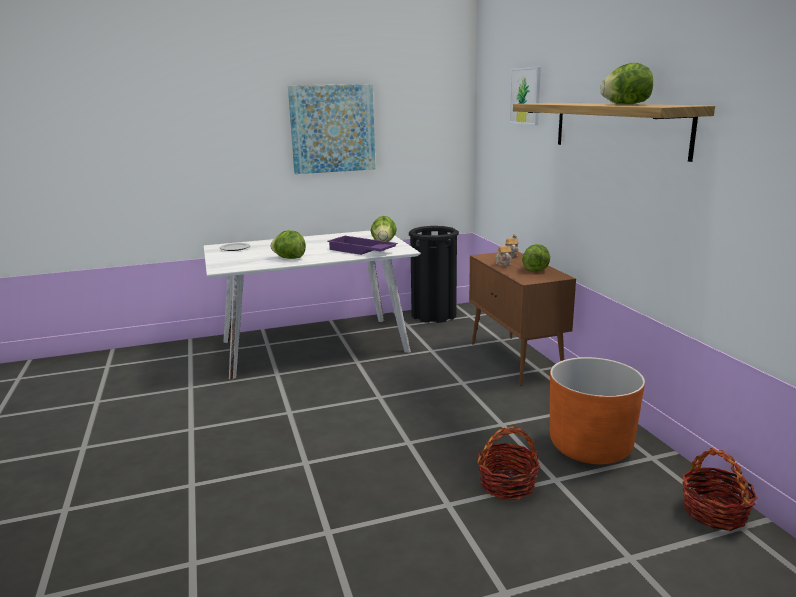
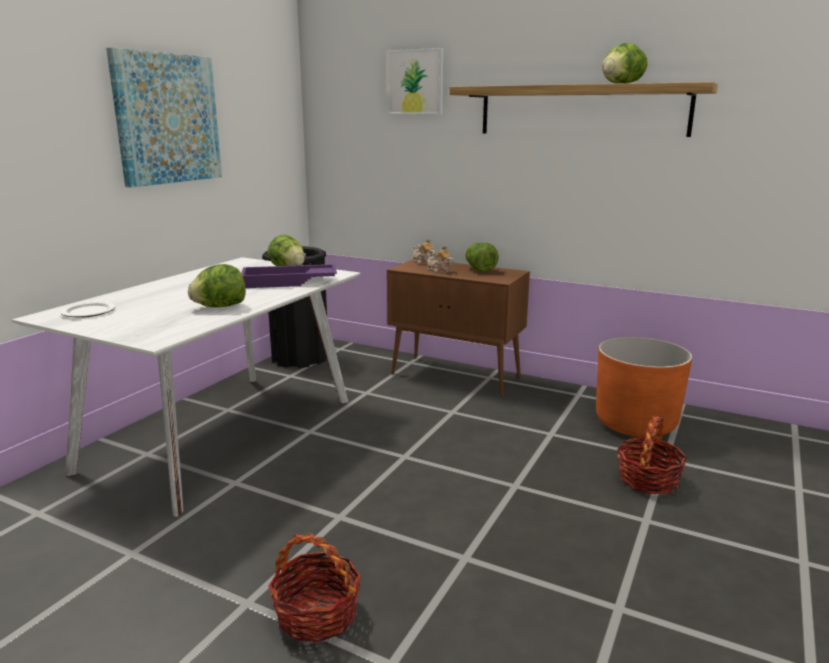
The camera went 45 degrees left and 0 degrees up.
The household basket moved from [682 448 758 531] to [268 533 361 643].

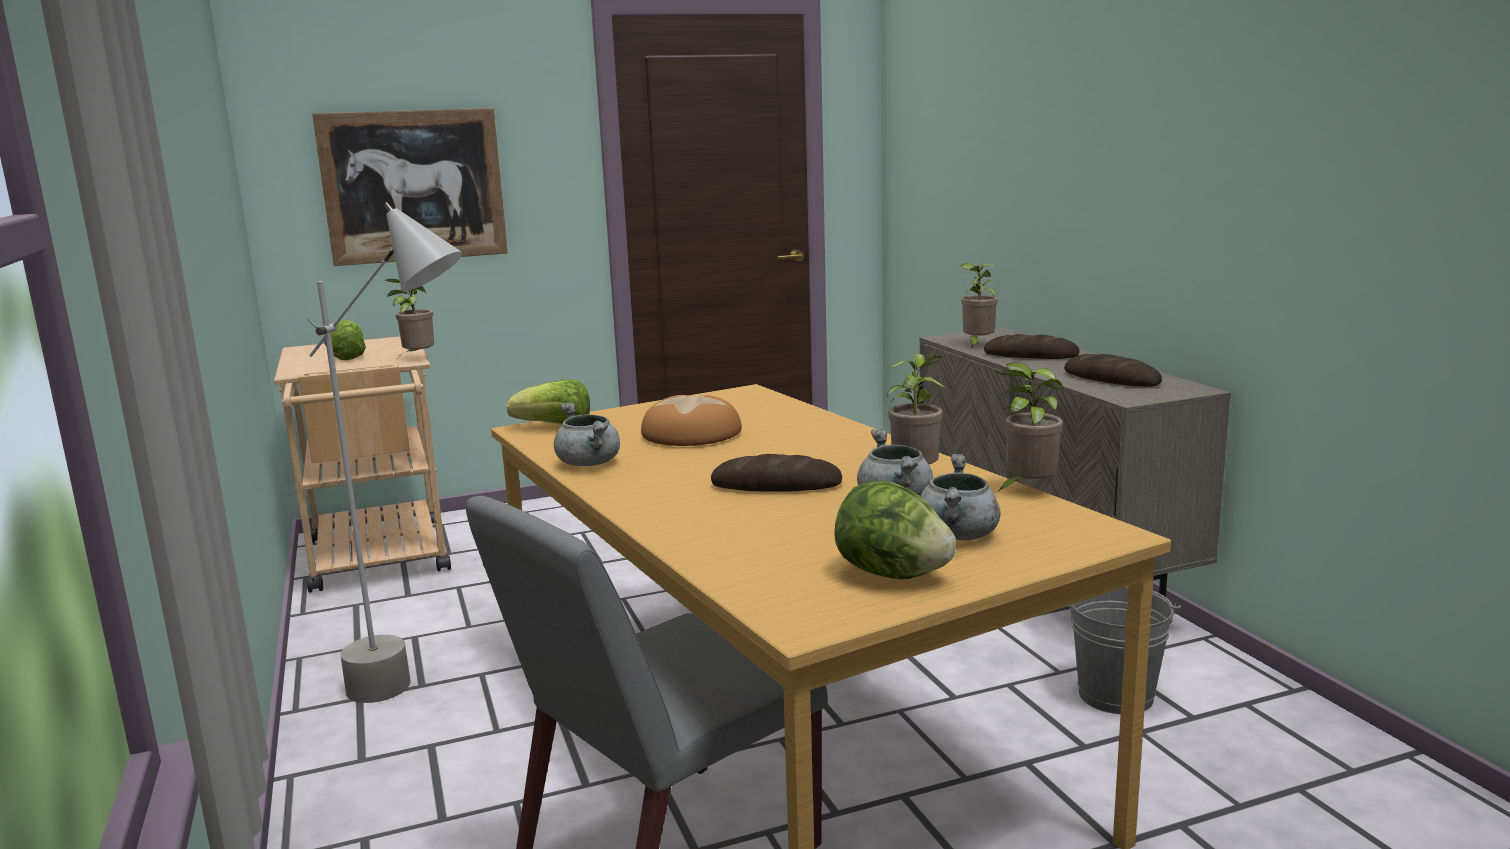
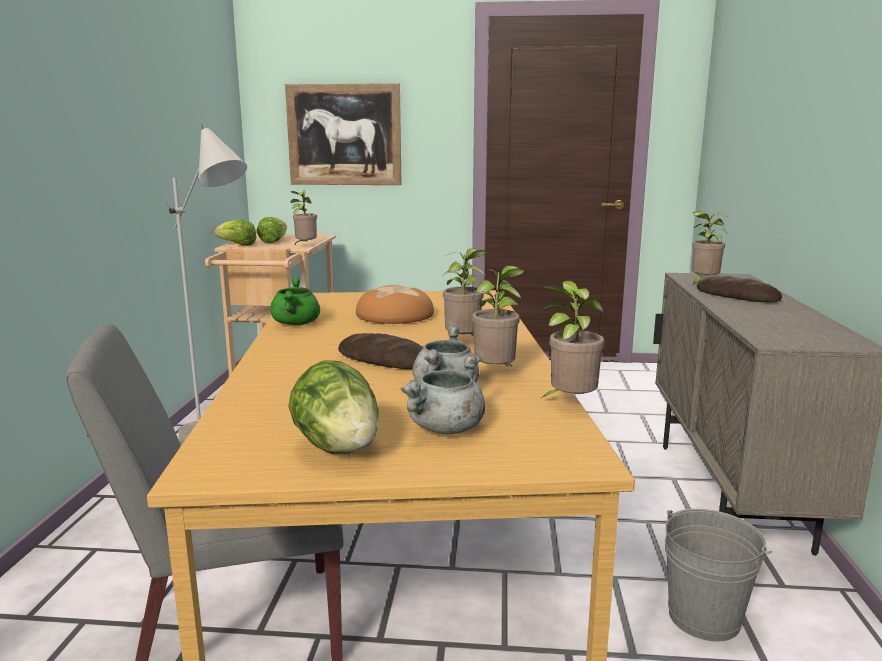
The camera went 25 degrees right and 0 degrees up.
The lettuce head moved from [507 379 590 424] to [215 219 257 246].
The greyish stockpot at [554 402 620 466] became the greenish stockpot at [270 277 320 325].
The plant in a pot at [442 248 487 337] appeared.
The baked bread at [1064 354 1162 387] disappeared.

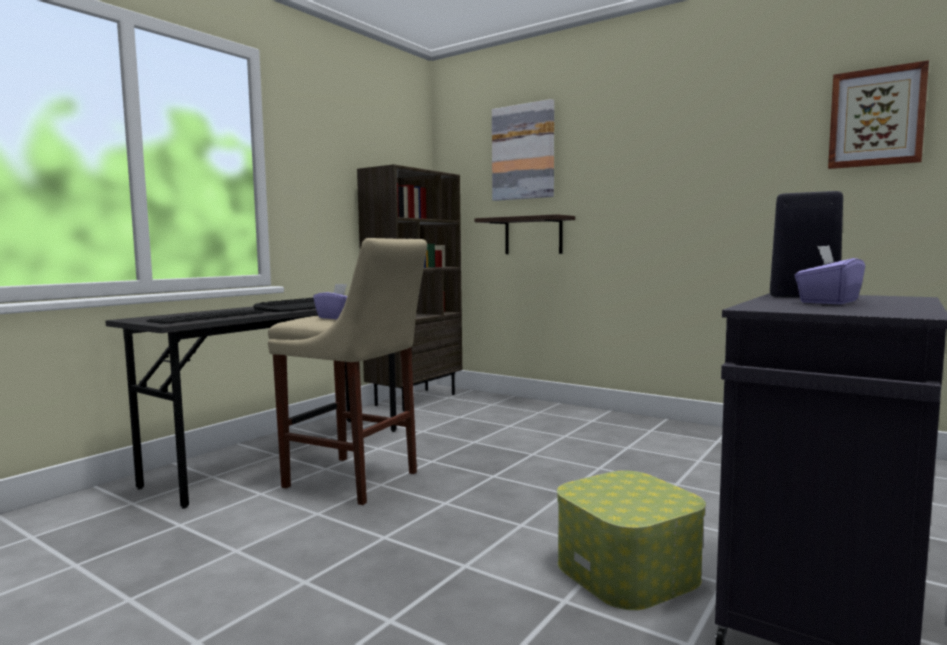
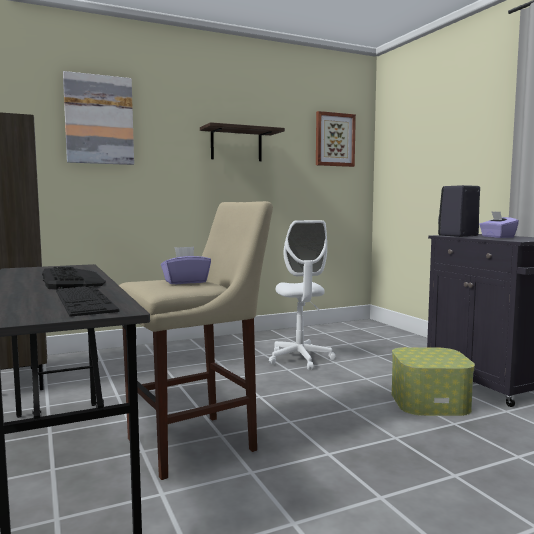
The camera went 60 degrees left and 0 degrees up.
The wall shelf moved from [474 214 575 254] to [200 122 285 161].
The white-coloured office chair at [269 220 335 370] appeared.

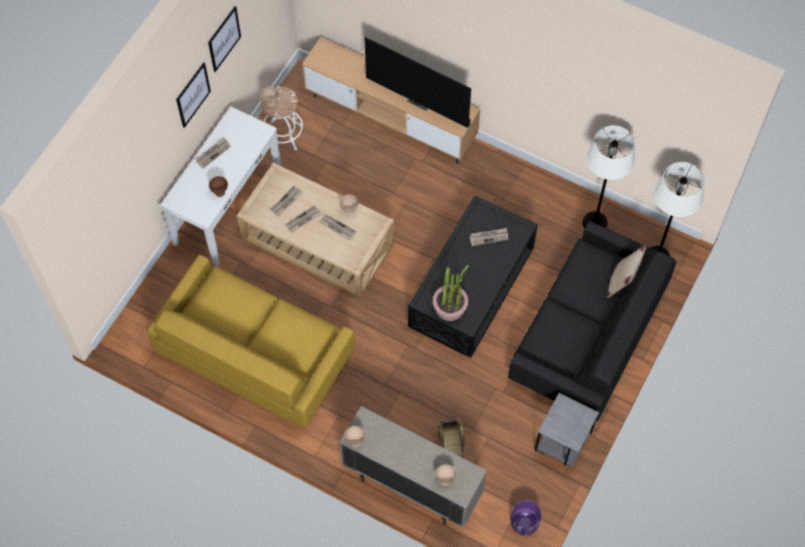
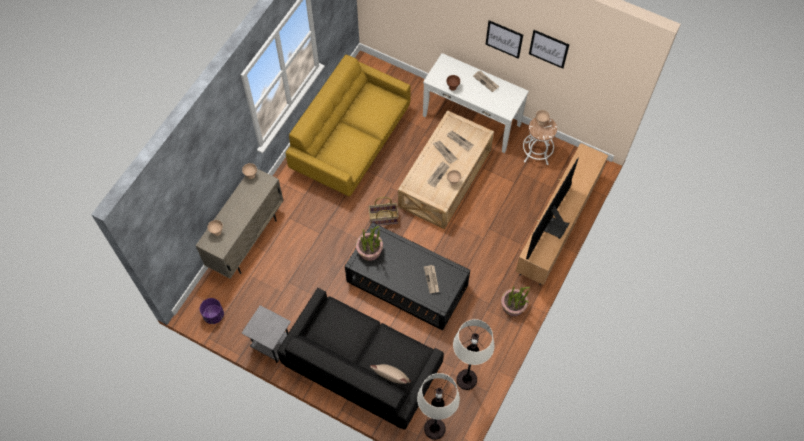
The camera went 90 degrees right and 0 degrees up.
The household basket moved from [438 418 465 458] to [369 197 399 226].
The plant in a pot at [501 286 530 316] appeared.

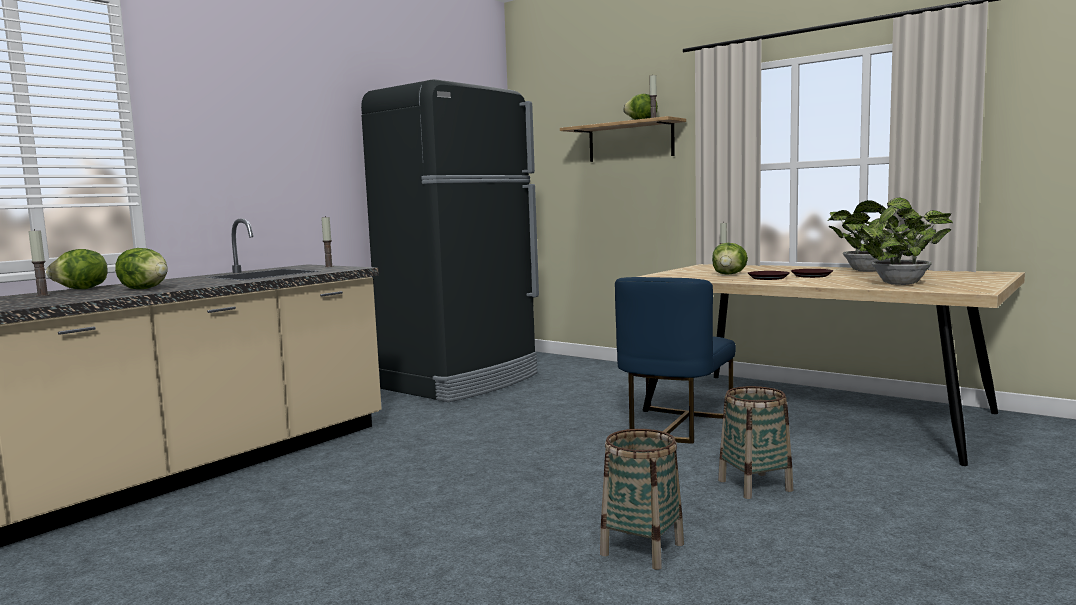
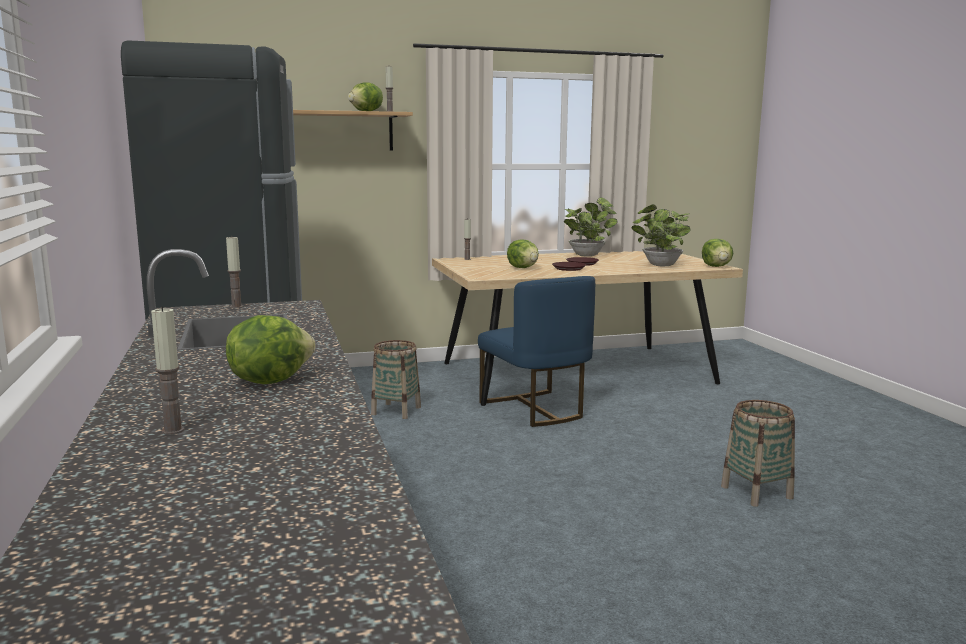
The camera went 55 degrees left and 5 degrees up.
The household basket moved from [718 386 793 499] to [371 340 421 419].
The lettuce head moved from [46 249 108 289] to [702 239 733 267].

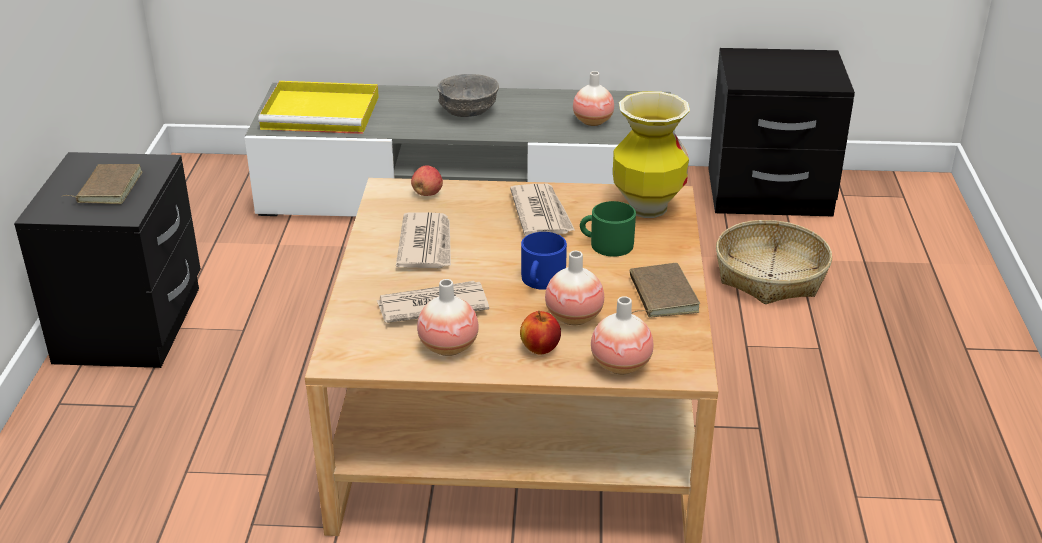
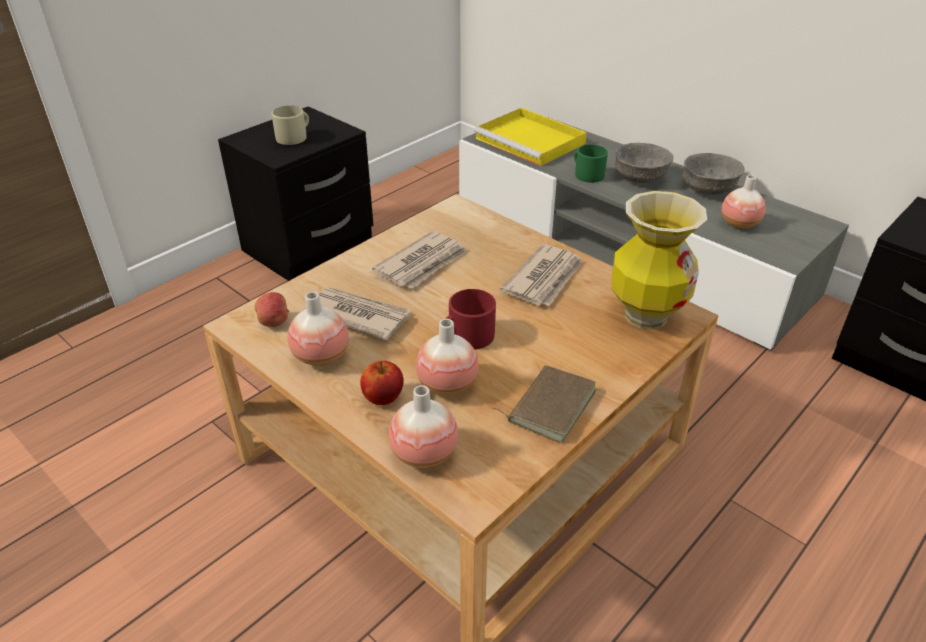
The camera went 40 degrees right and 5 degrees up.
The apple fruit moved from [411 165 443 196] to [255 292 289 327].
The brownish book at [61 164 143 204] was replaced by the beige tea mug at [271 106 309 145].
The blue tea mug at [521 232 567 290] became the reddish tea mug at [445 289 496 350].
The greenish tea mug moved from [580 201 636 257] to [574 145 608 183].
The greyish serving bowl at [682 153 745 195] appeared.
The household basket at [716 220 832 304] disappeared.

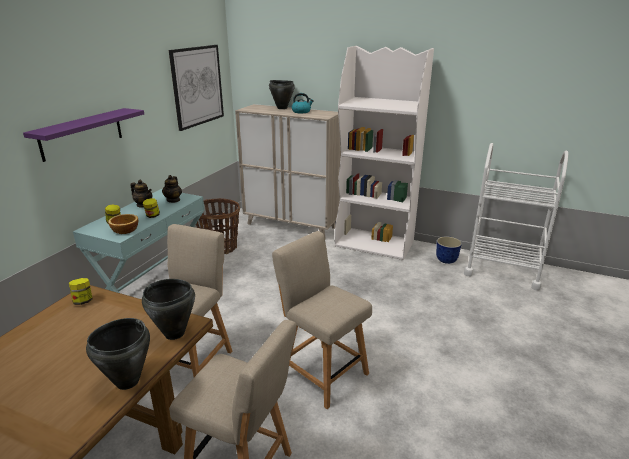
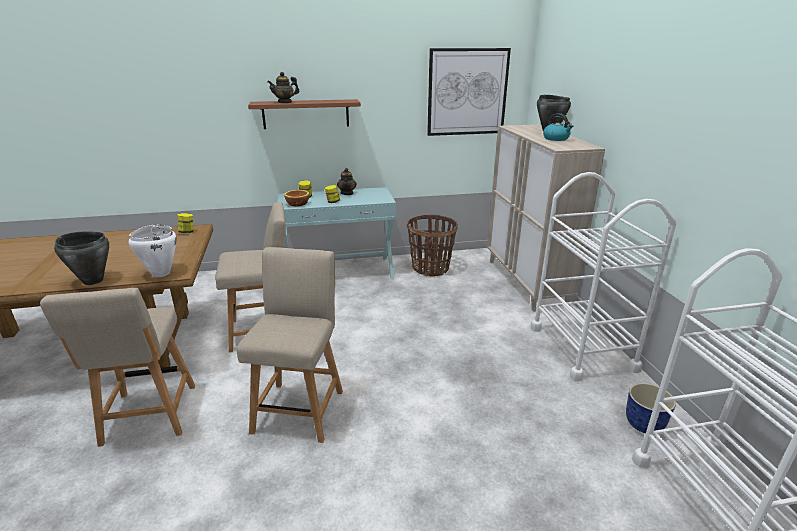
The camera went 55 degrees right and 0 degrees up.
The blackish stockpot at [142 279 195 340] became the white-coloured stockpot at [129 224 176 277].
The purple-coloured wall shelf at [23 108 144 162] became the brownish wall shelf at [248 99 361 129].
The pot for tea moved from [162 175 182 203] to [267 72 299 103].
The white-coloured bookcase at [335 46 434 260] was replaced by the white-coloured trolley at [531 172 676 381].

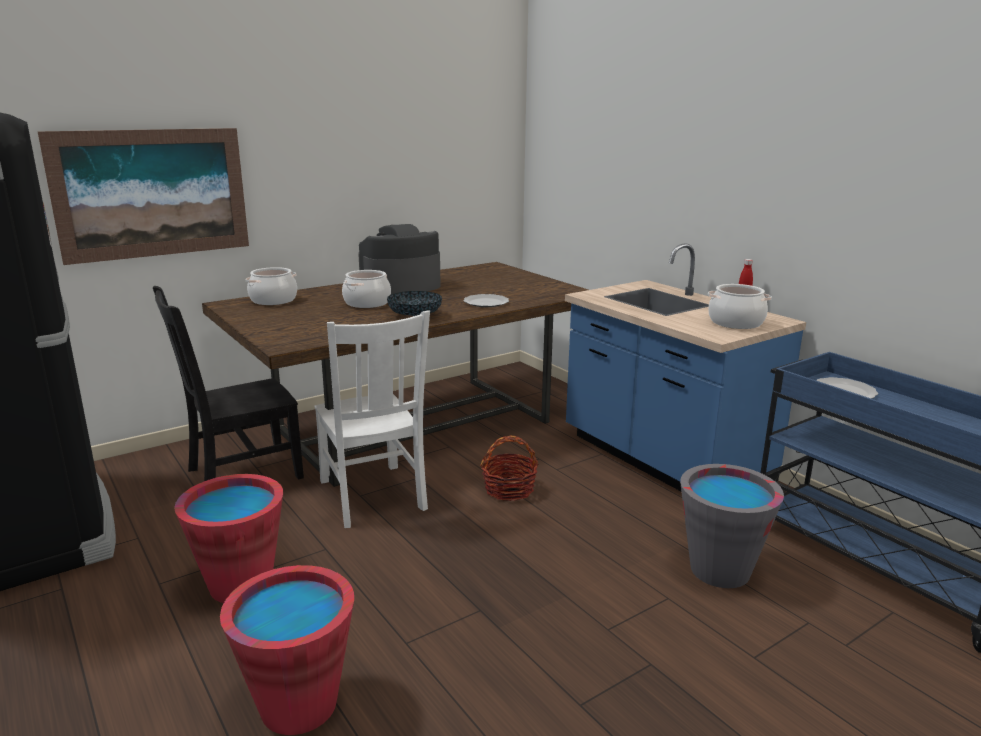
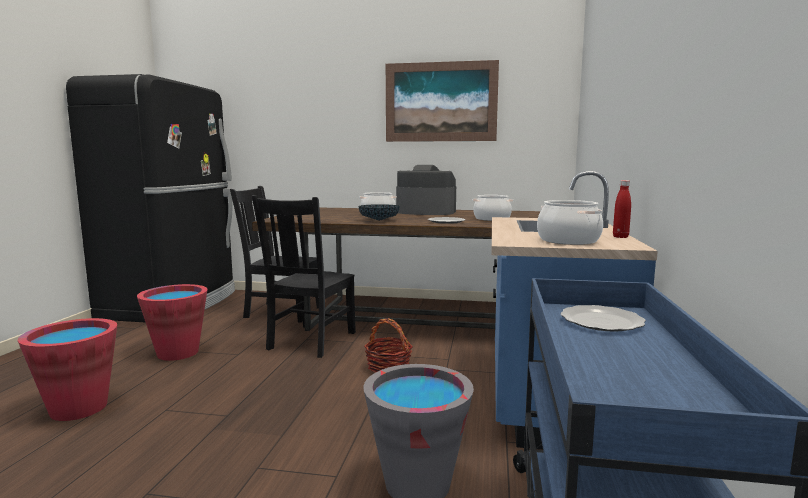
The camera went 45 degrees right and 10 degrees down.
The white-coloured upright chair at [314 310 430 528] became the blackish upright chair at [252 195 356 358].
The wall art moved from [38 128 249 265] to [386 60 499 142].
The stockpot moved from [246 267 297 305] to [472 195 513 221].

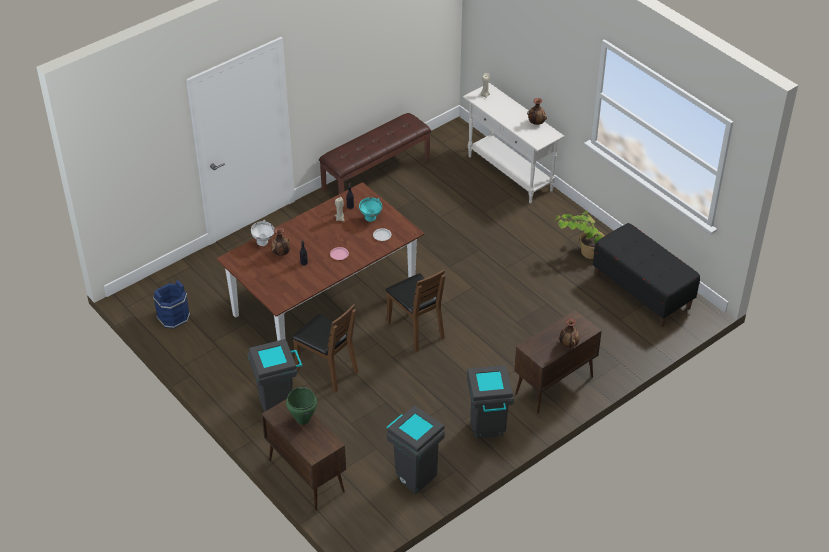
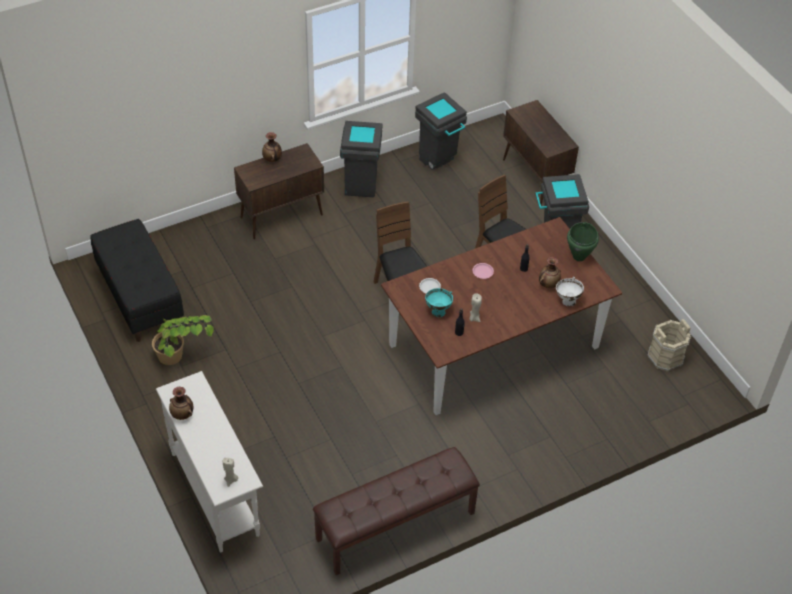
The camera went 170 degrees left and 5 degrees up.
The greenish stockpot moved from [286 387 317 425] to [567 222 599 261].
The blue water bucket at [153 280 190 329] became the beige water bucket at [647 319 691 371].

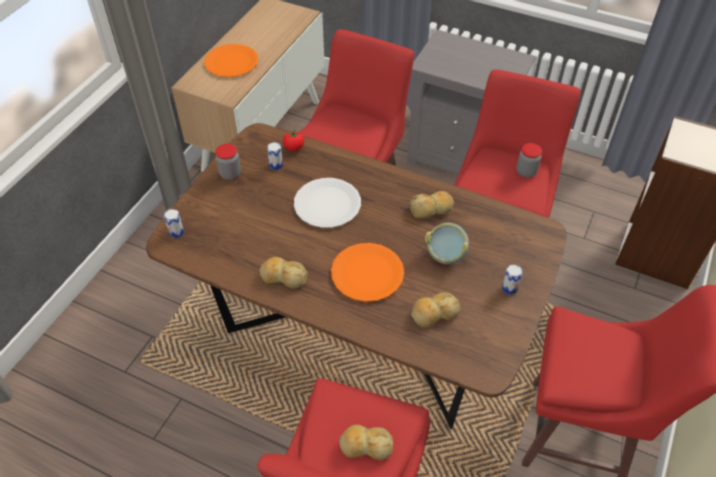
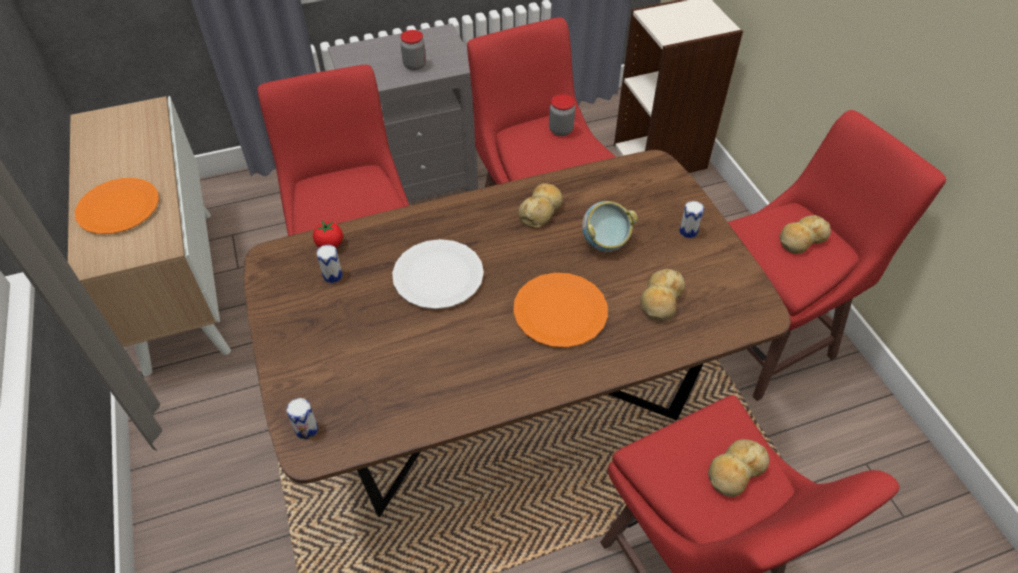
The camera went 45 degrees left and 0 degrees up.
The storage jar moved from [215 144 241 180] to [400 30 426 70].
The baked bread moved from [260 257 308 288] to [780 215 831 254].

